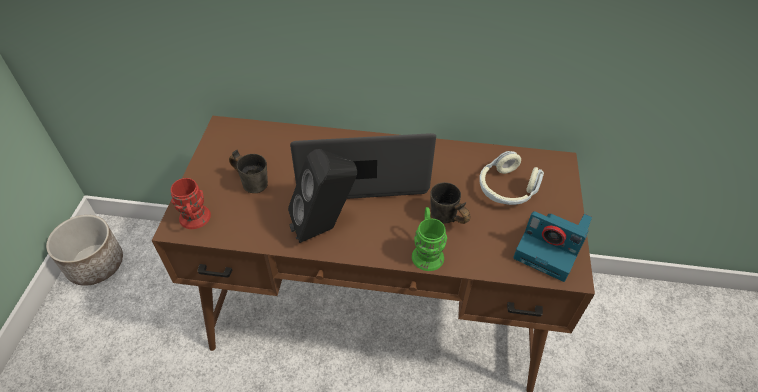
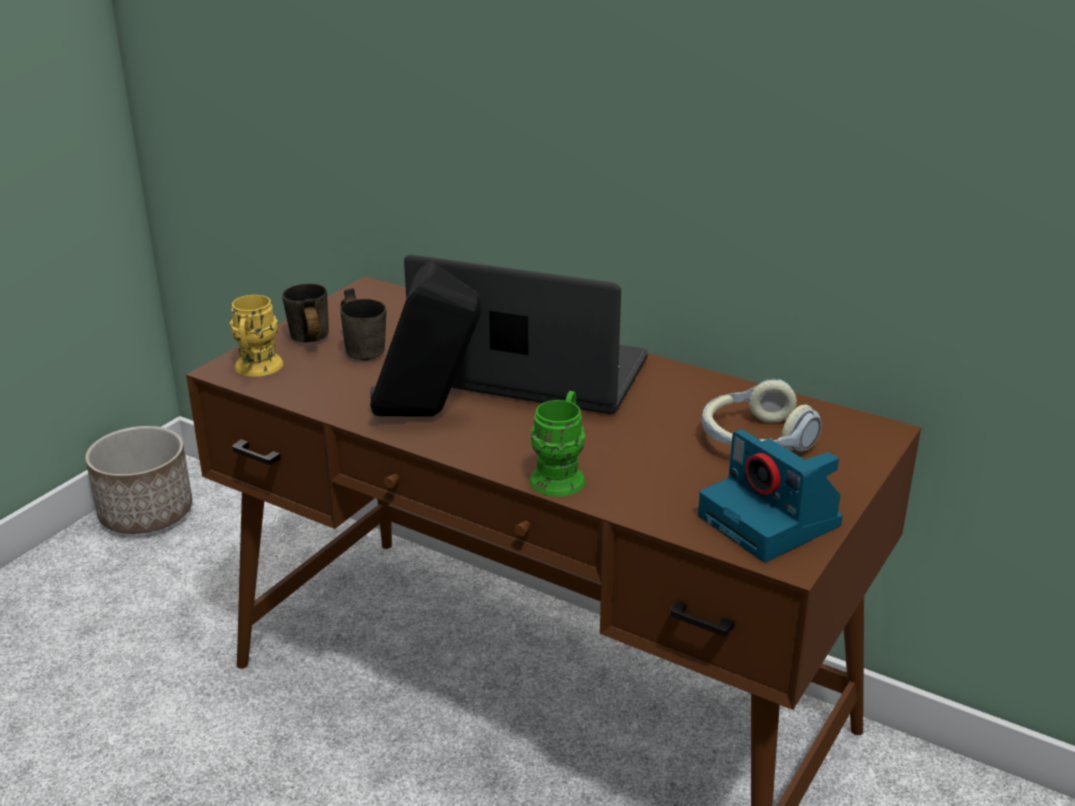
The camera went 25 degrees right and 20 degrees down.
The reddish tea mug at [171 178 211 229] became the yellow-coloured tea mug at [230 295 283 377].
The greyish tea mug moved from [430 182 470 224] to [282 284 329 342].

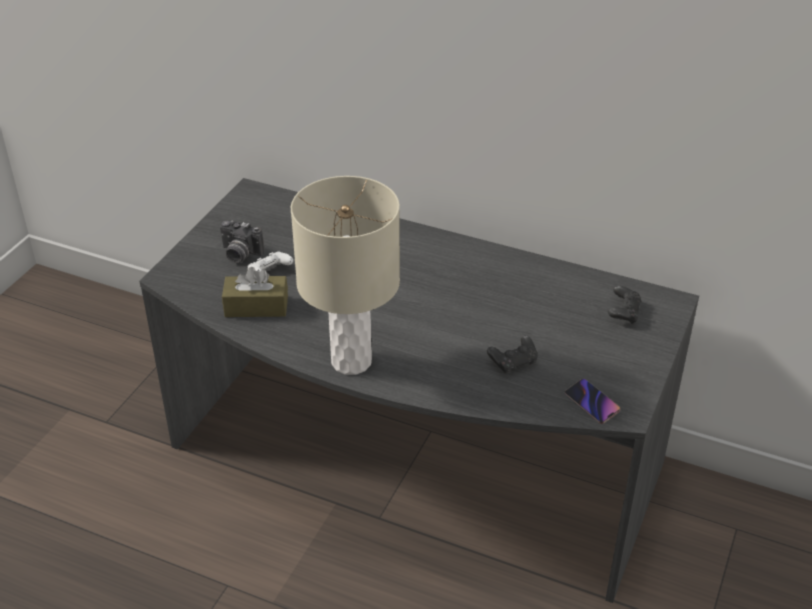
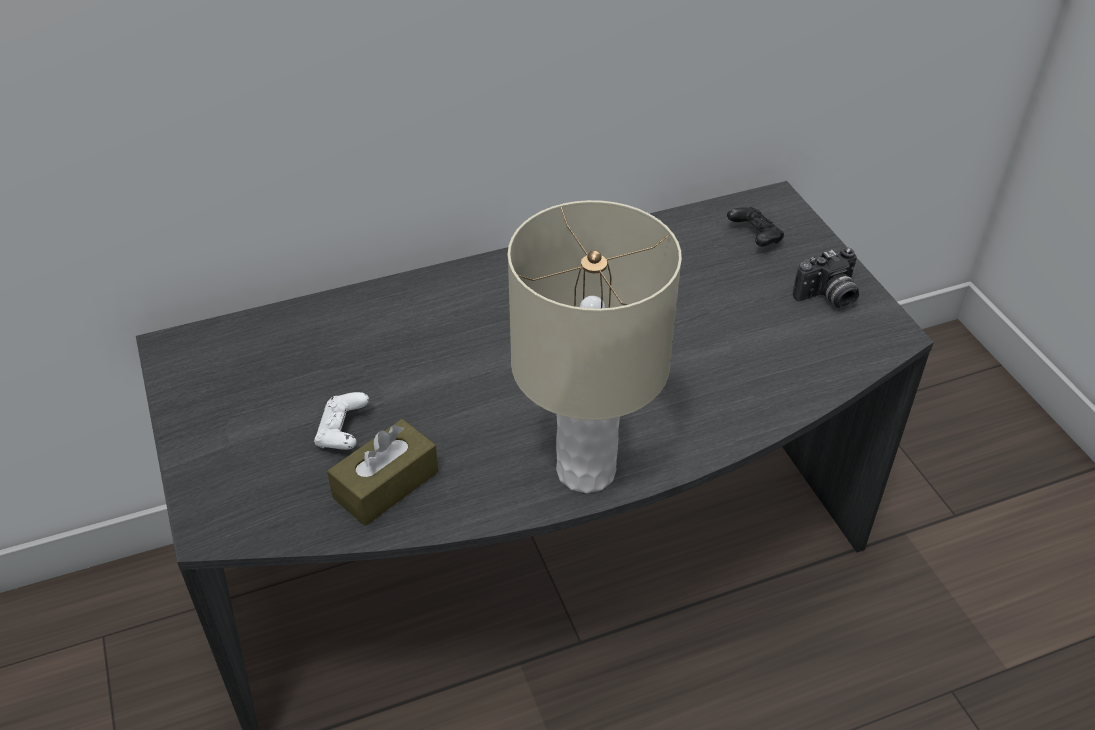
The camera went 45 degrees left and 5 degrees up.
The photo camera moved from [220 220 265 263] to [793 248 859 309].
The blackish joypad at [487 335 538 373] disappeared.
The telephone at [565 379 620 424] disappeared.

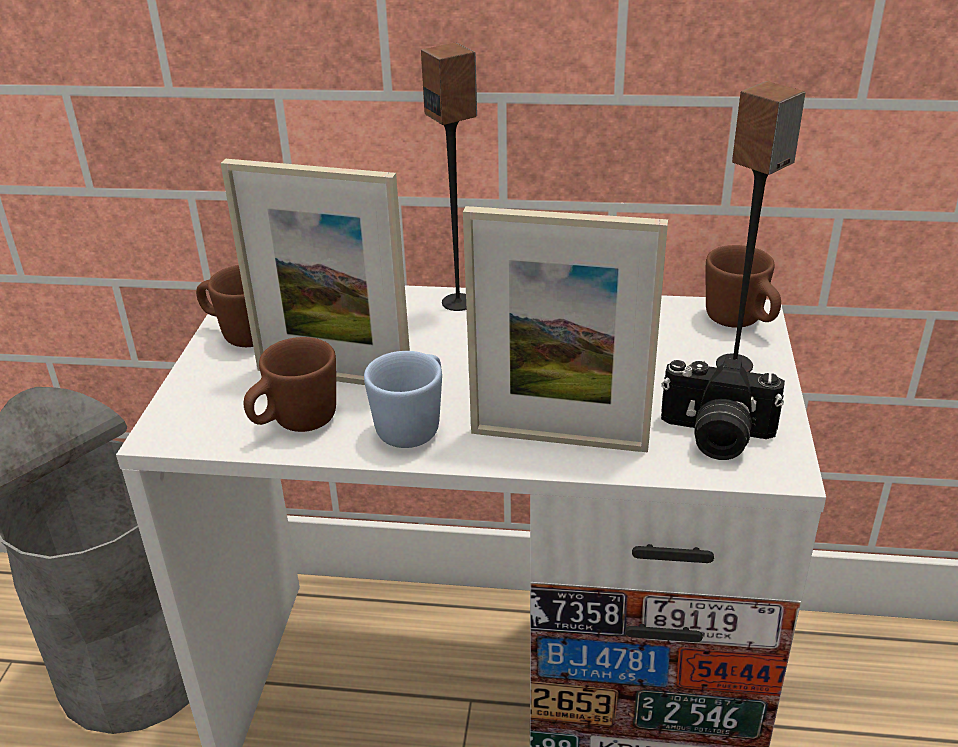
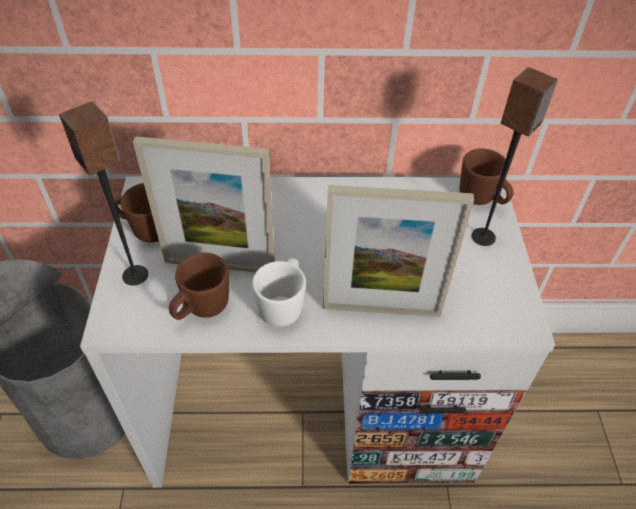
The camera went 10 degrees left and 15 degrees up.
The loudspeaker moved from [421 43 477 311] to [59 101 148 285].
The blue tea mug at [364 351 442 448] became the white-coloured tea mug at [252 258 306 327].
The photo camera at [661 356 785 460] disappeared.

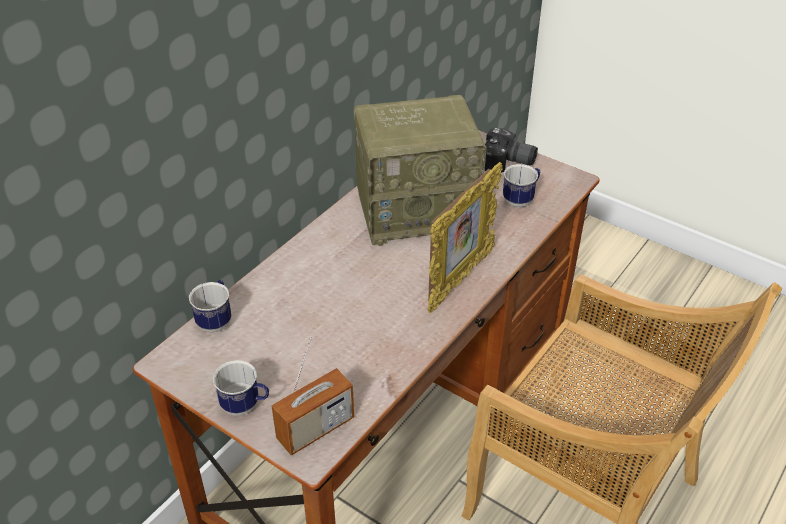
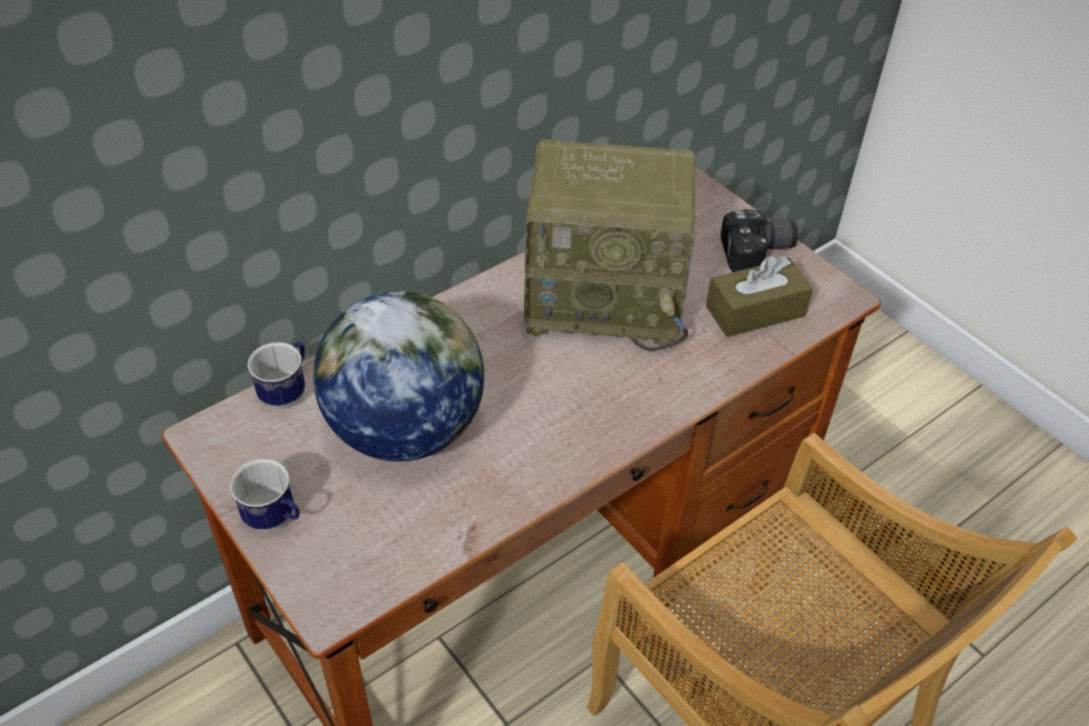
The camera went 15 degrees right and 5 degrees up.
The globe at [313 291 485 462] appeared.
The tea mug at [503 164 540 208] was replaced by the brownish box of tissues at [706 256 813 337].
The photo camera at [485 128 538 173] turned 45 degrees counterclockwise.
The radio receiver at [271 336 354 456] disappeared.
The photo frame at [427 162 503 313] disappeared.

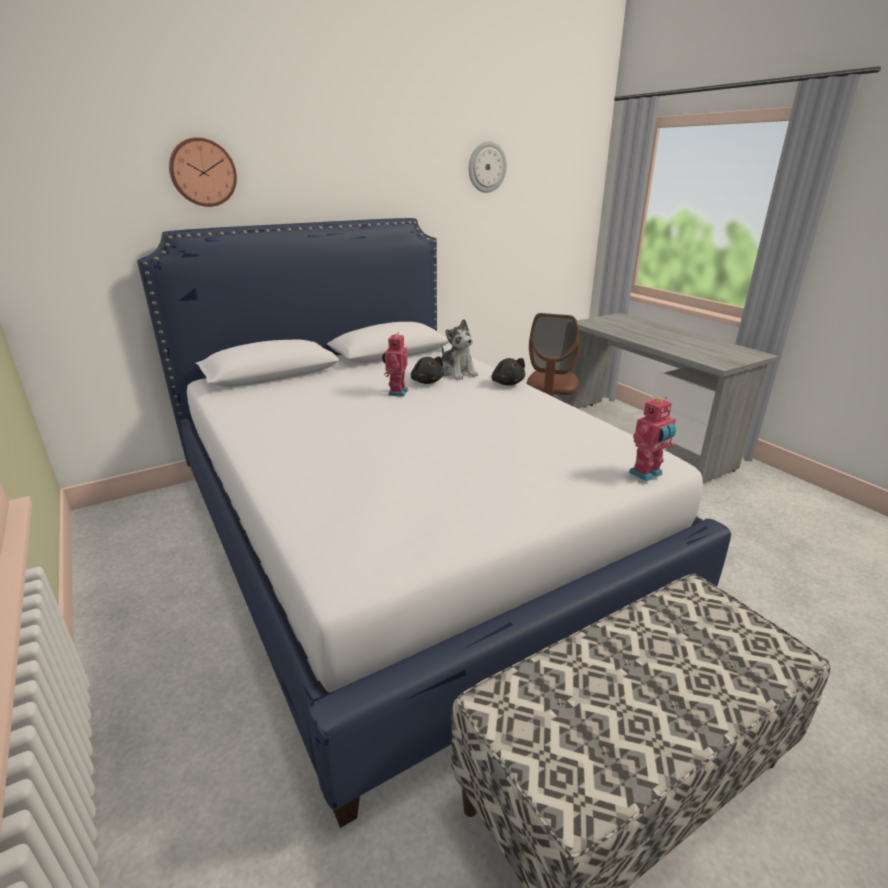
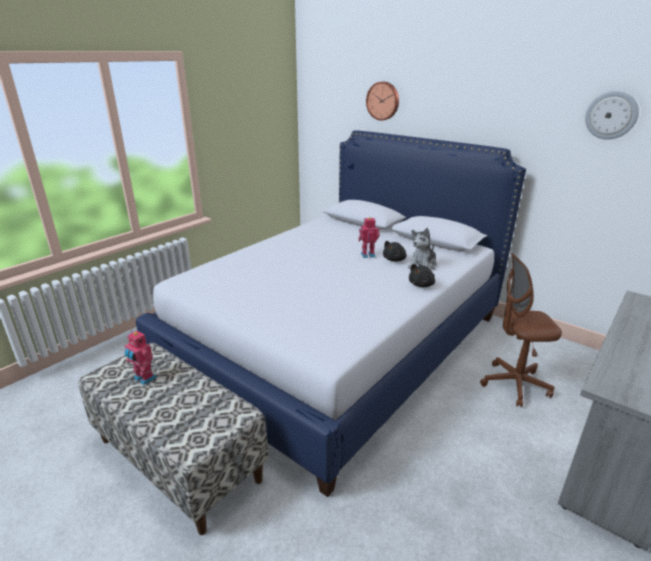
The camera went 70 degrees right and 0 degrees up.
The model robot moved from [629 397 676 482] to [125 331 157 385].

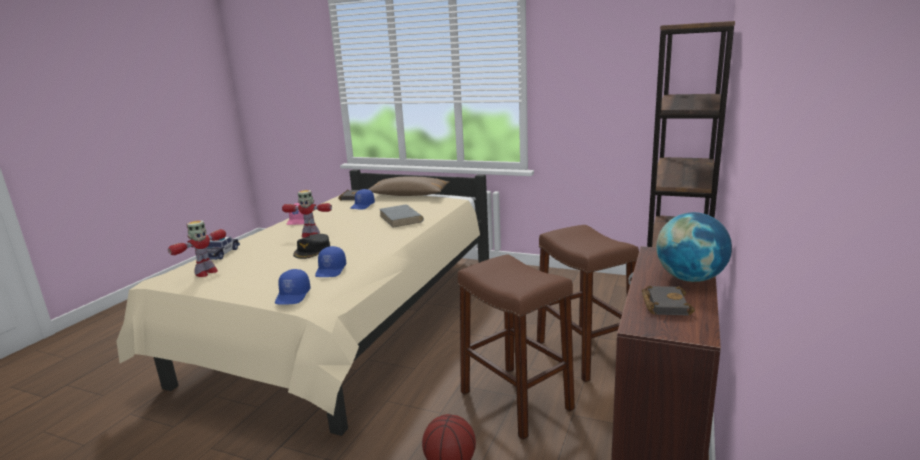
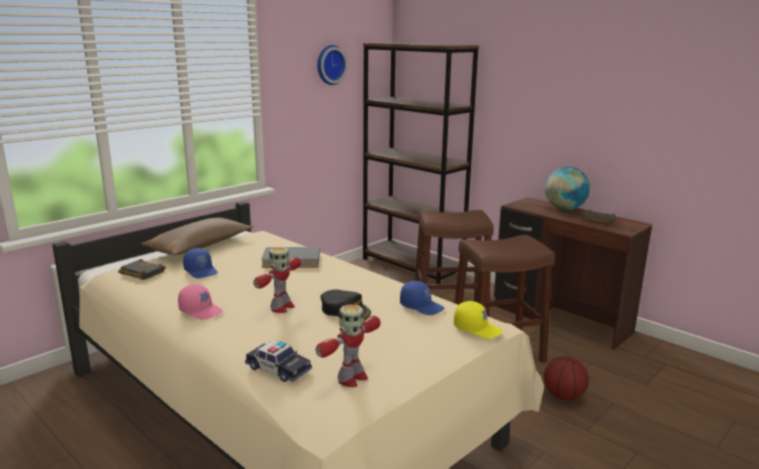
The camera went 70 degrees left and 0 degrees up.
The model robot at [168 220 226 277] turned 75 degrees clockwise.
The hanging clock at [317 45 348 85] appeared.
The blue cap at [275 269 311 305] became the yellow-coloured cap at [454 301 503 339].

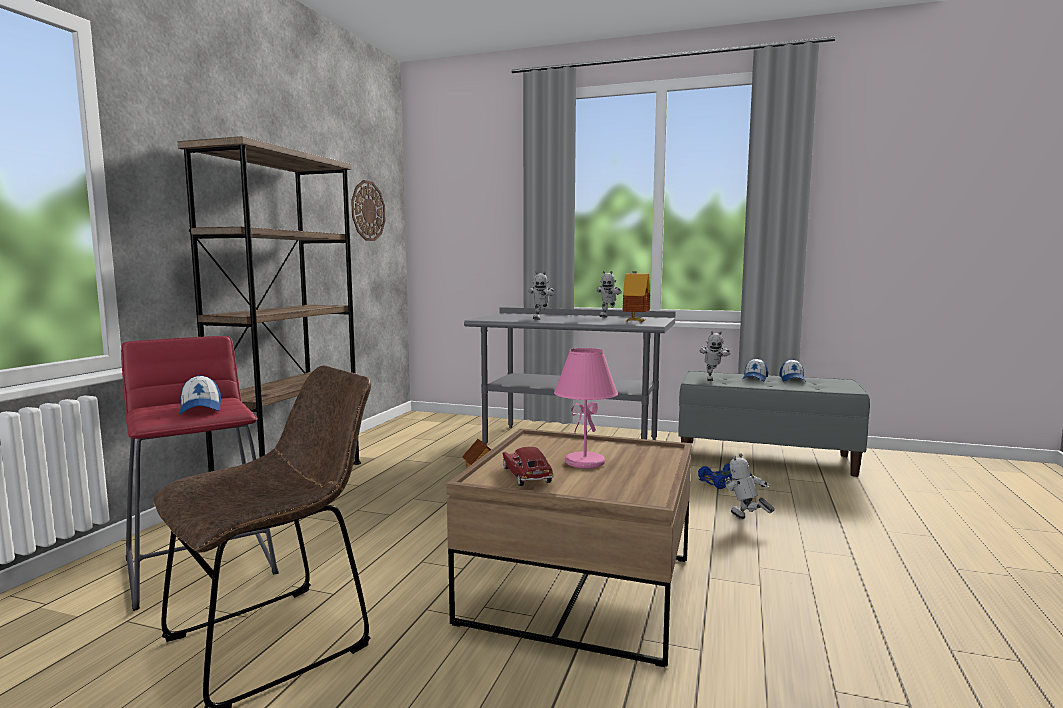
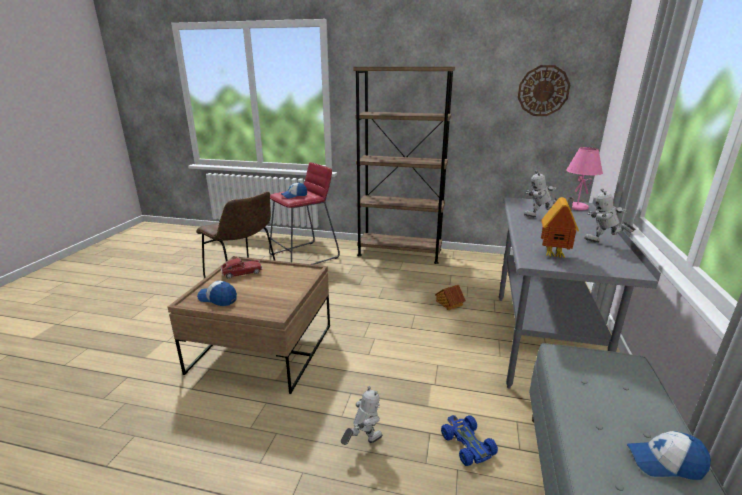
The camera went 85 degrees right and 15 degrees up.
The cap moved from [742 358 768 381] to [197 281 237 306].
The pink-coloured lamp for a table moved from [554 348 618 469] to [566 147 603 211].
The model robot at [700 331 730 381] disappeared.

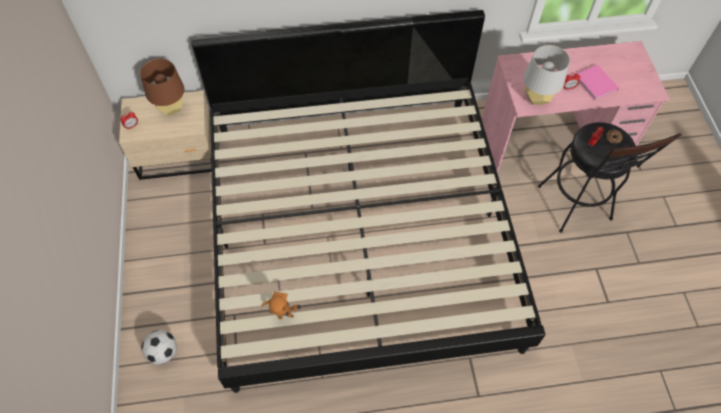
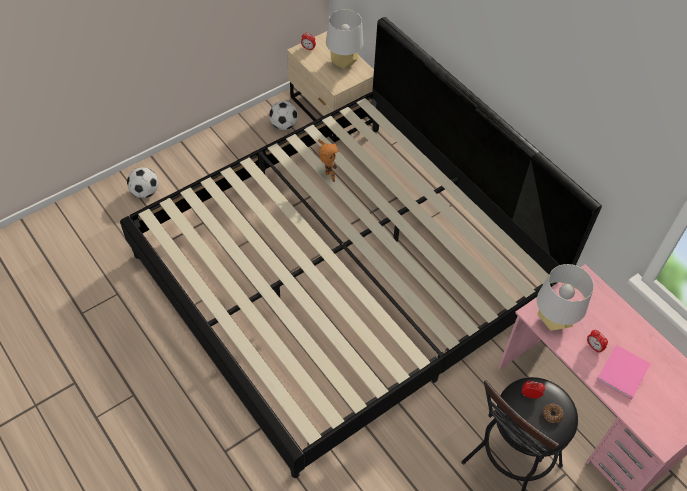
The camera went 60 degrees right and 5 degrees down.
The football ball at [269 101 298 130] appeared.
The model robot moved from [261 292 302 320] to [318 139 339 182].
The brownish lamp for a table at [140 58 184 116] became the greyish lamp for a table at [326 9 363 69].

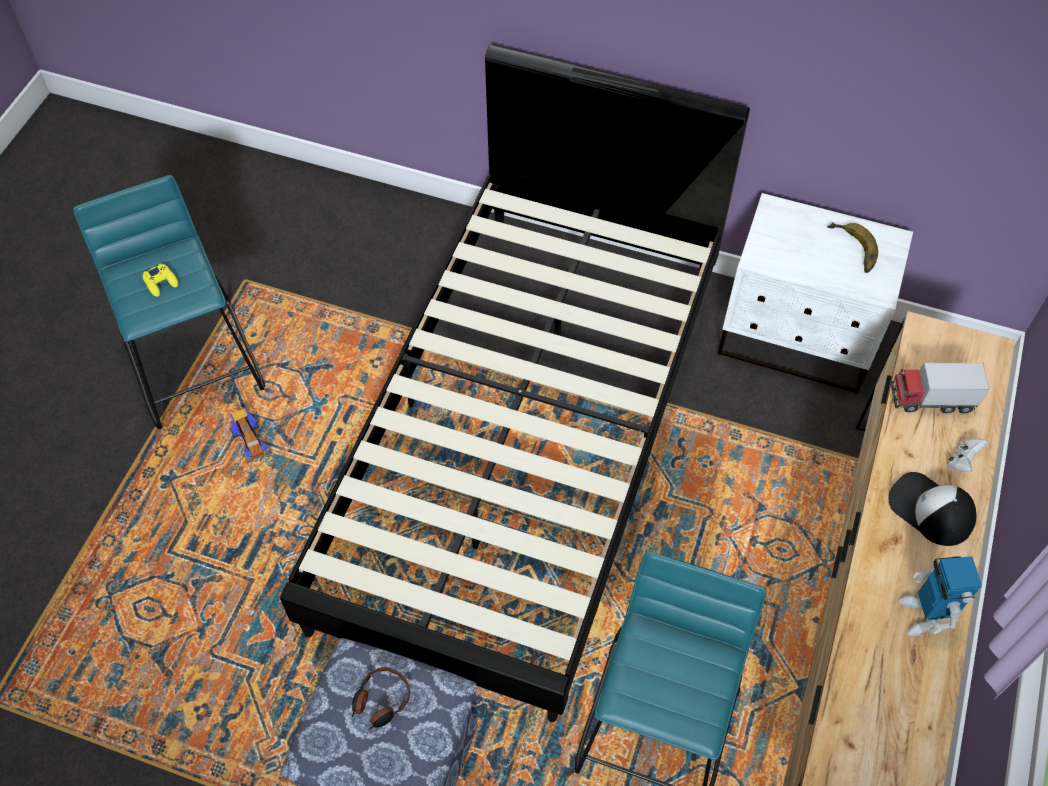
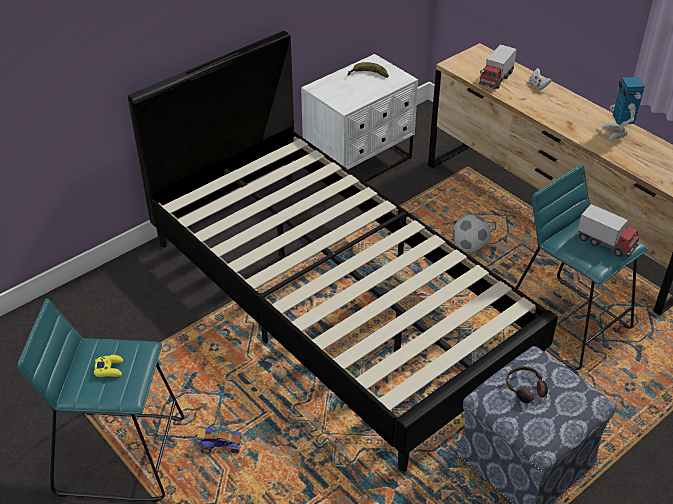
The camera went 60 degrees left and 15 degrees down.
The football ball at [453 215 491 252] appeared.
The toy truck at [578 204 639 257] appeared.
The model robot at [897 556 982 636] turned 60 degrees clockwise.
The cap at [888 472 976 546] disappeared.

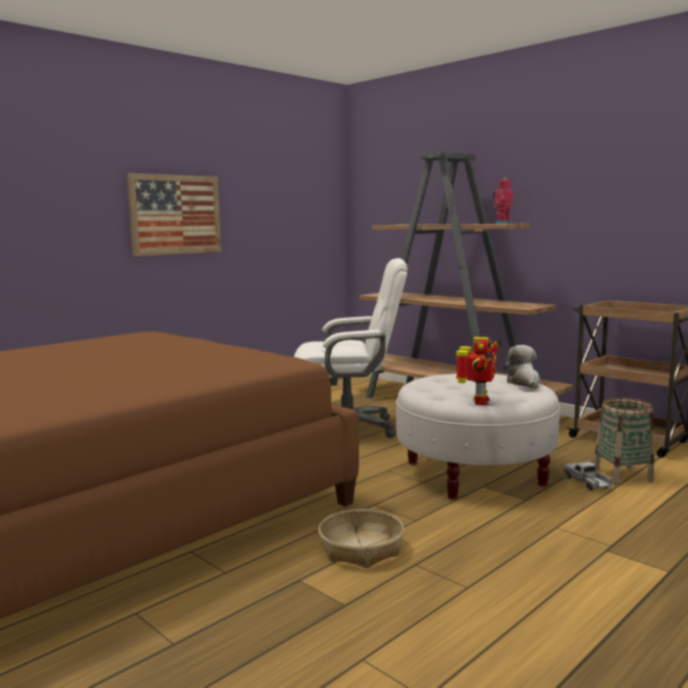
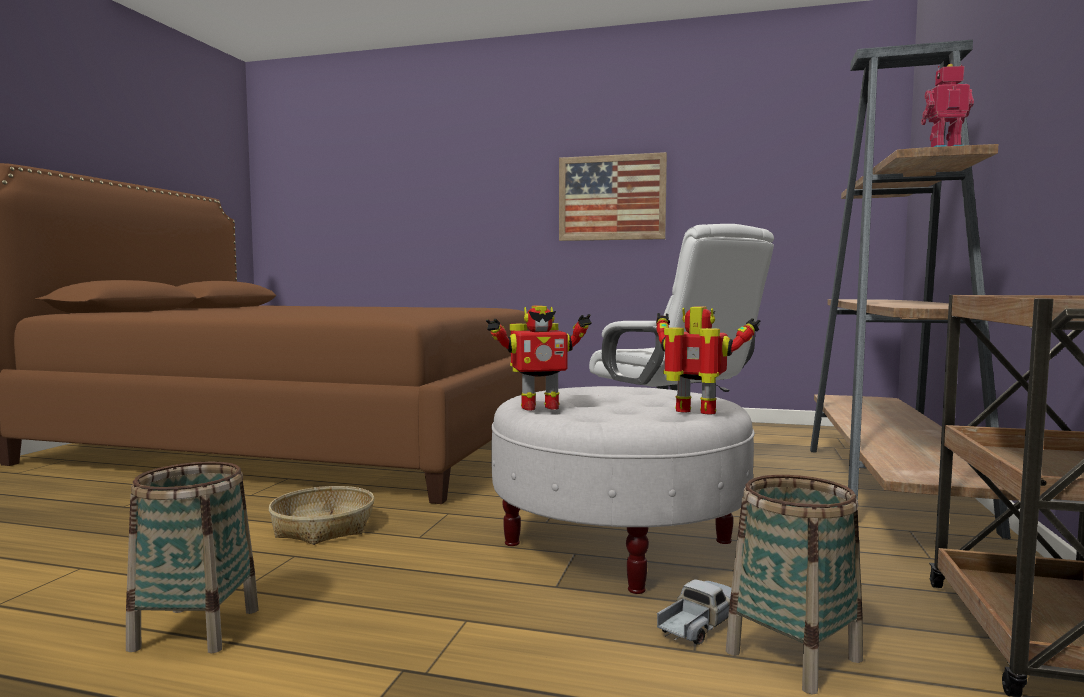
The camera went 60 degrees right and 5 degrees down.
The household basket at [126 462 258 653] appeared.
The cuddly toy at [503 345 540 389] was replaced by the model robot at [656 306 761 415].

